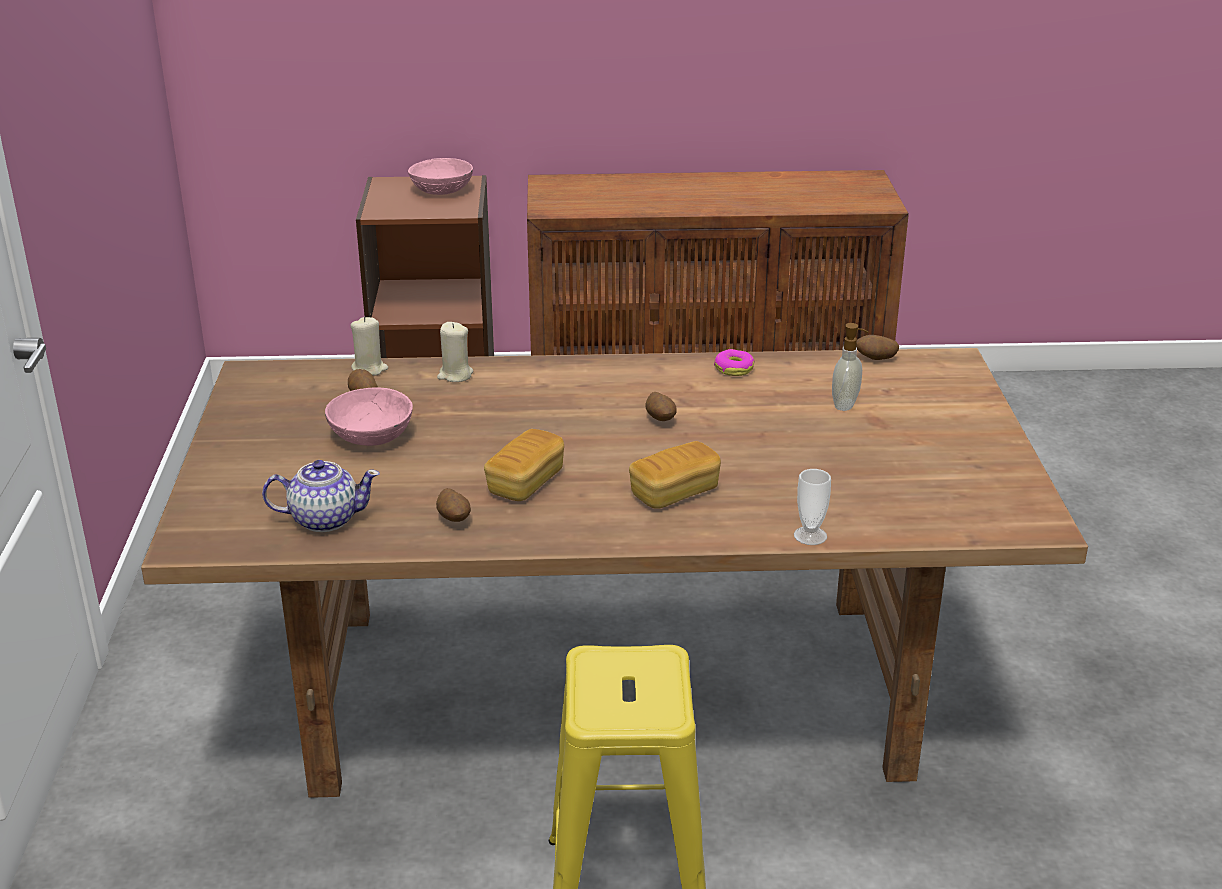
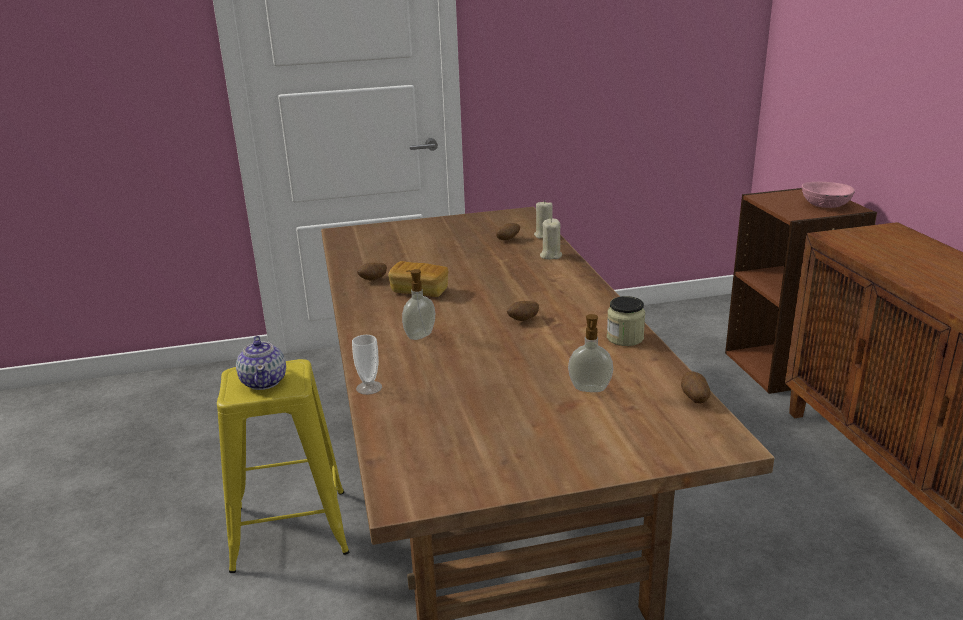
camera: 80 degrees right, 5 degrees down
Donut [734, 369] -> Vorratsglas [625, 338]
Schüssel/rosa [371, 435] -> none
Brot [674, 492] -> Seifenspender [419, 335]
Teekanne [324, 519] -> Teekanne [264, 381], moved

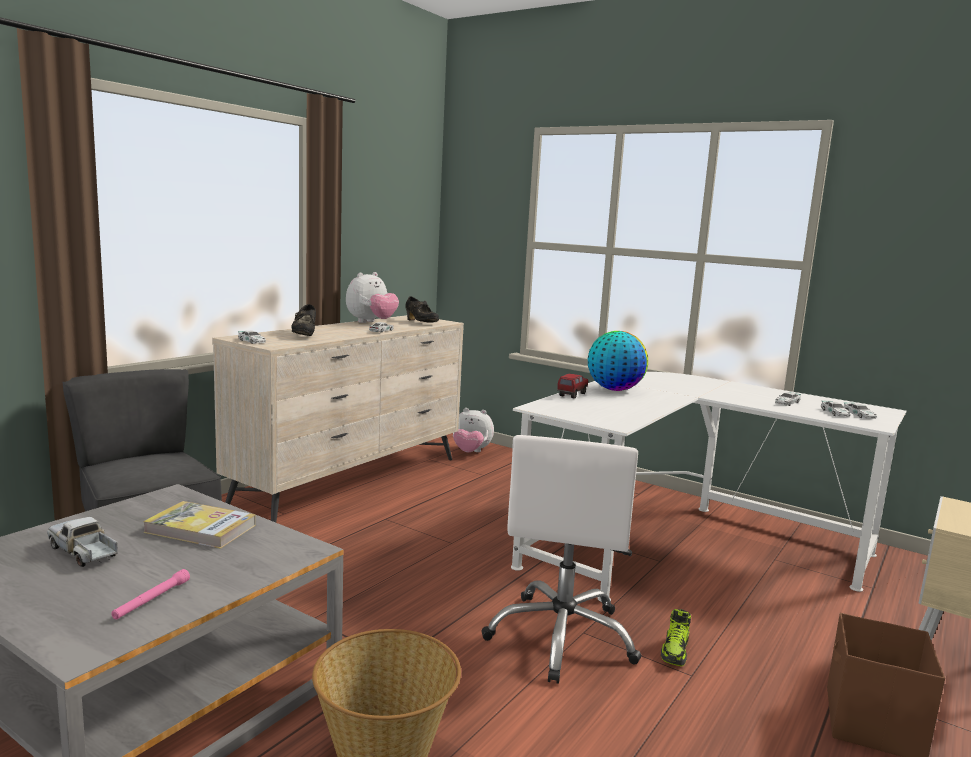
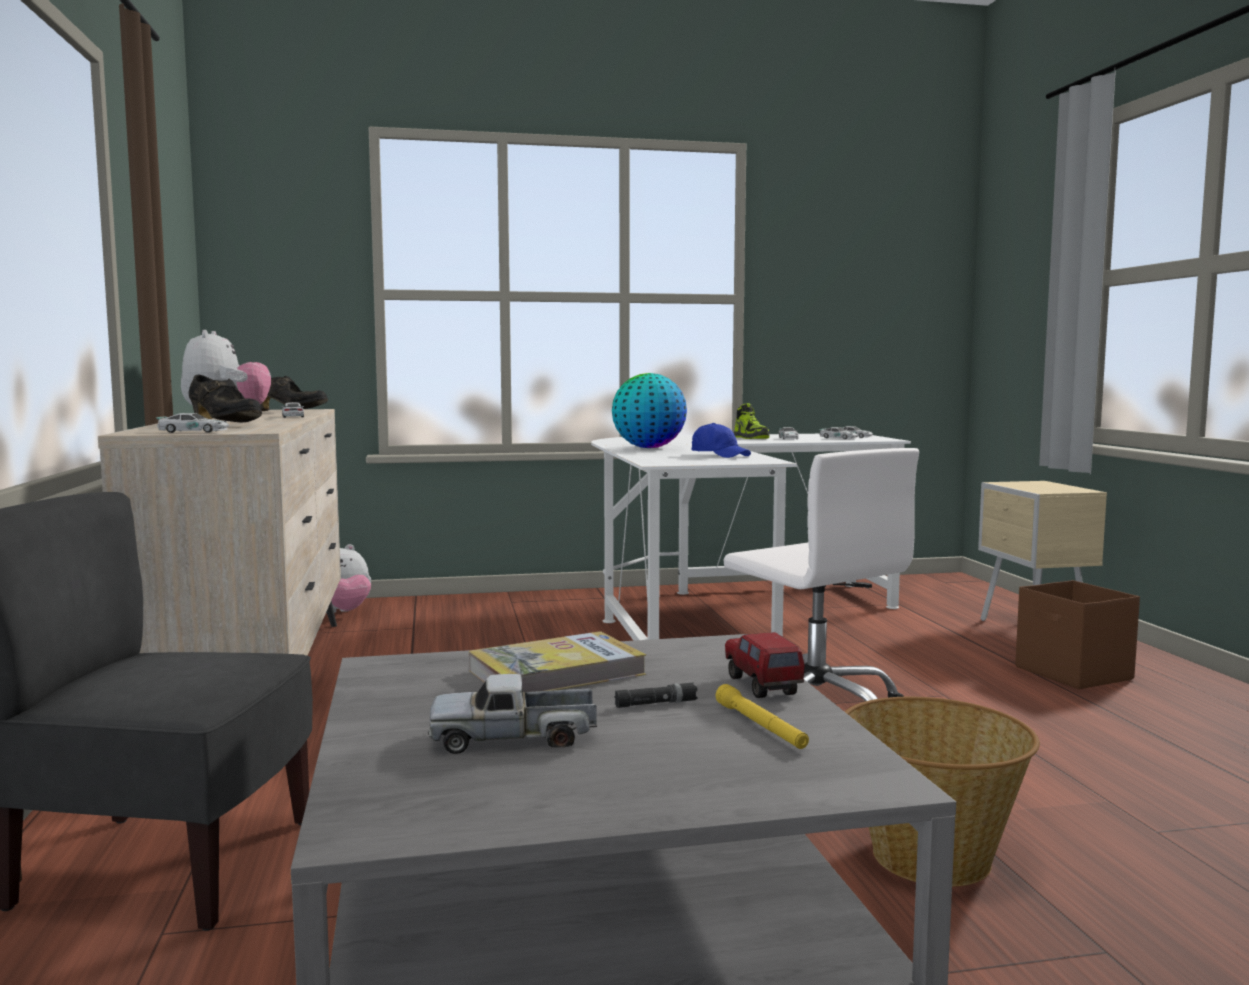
camera: 45 degrees left, 5 degrees down
Spielzeuglaster [571, 395] -> Spielzeuglaster [762, 687], moved
Taschenlampe/rosa [152, 600] -> Taschenlampe/gelb [760, 727]
Schuh [675, 651] -> Schuh [751, 438], moved
none -> Kappe/blau [720, 455]
none -> Taschenlampe/schwarz [656, 703]

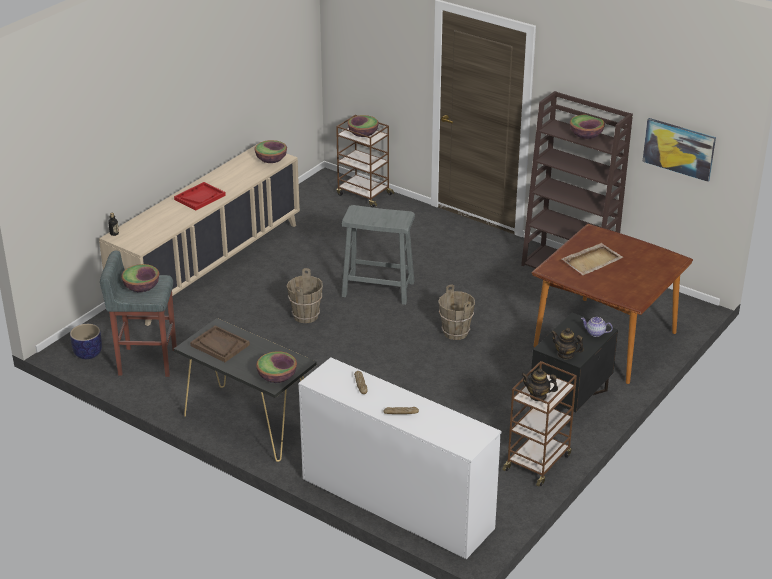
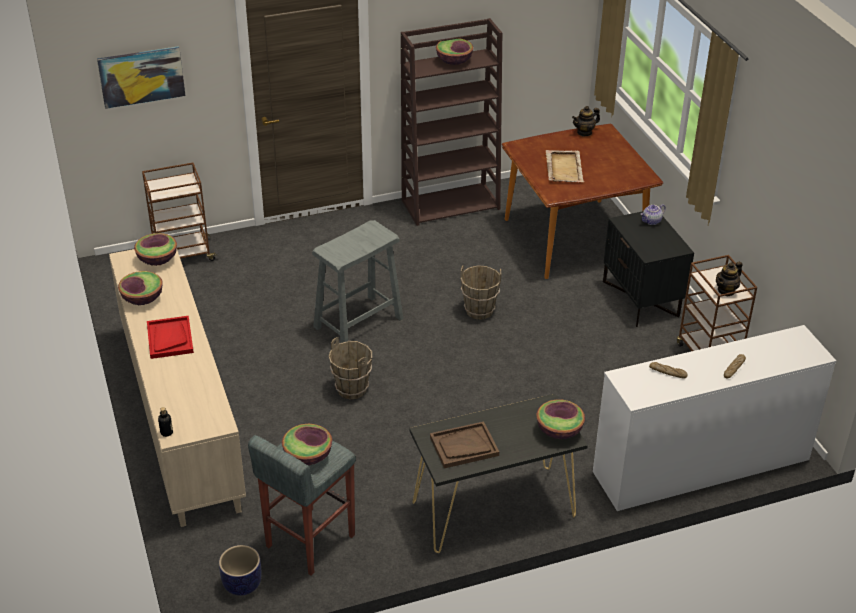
camera: 55 degrees left, 5 degrees up
Schüssel [363, 134] -> Schüssel [142, 299], moved
Bild [679, 148] -> Bild [141, 76], moved
Teekanne [565, 354] -> Teekanne [584, 132], moved

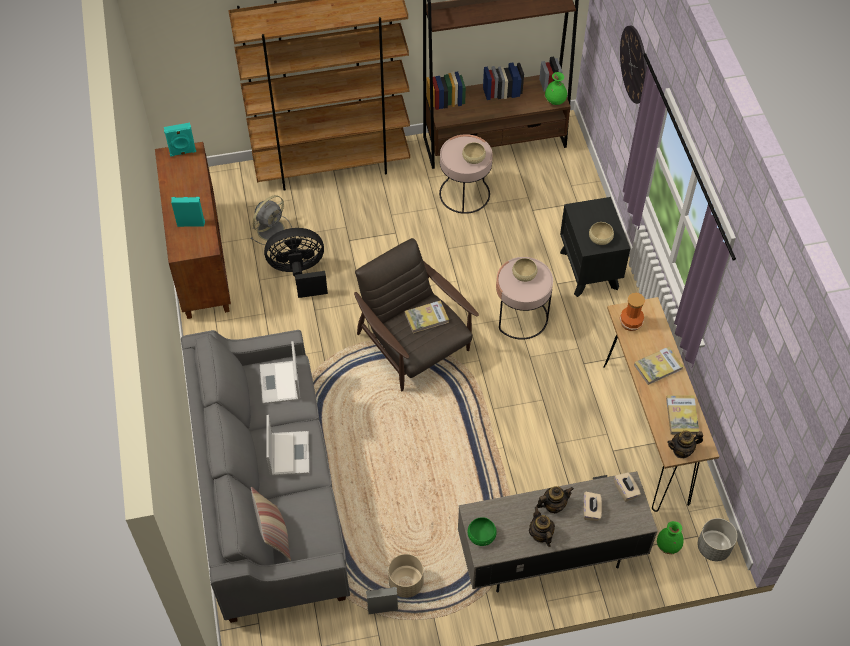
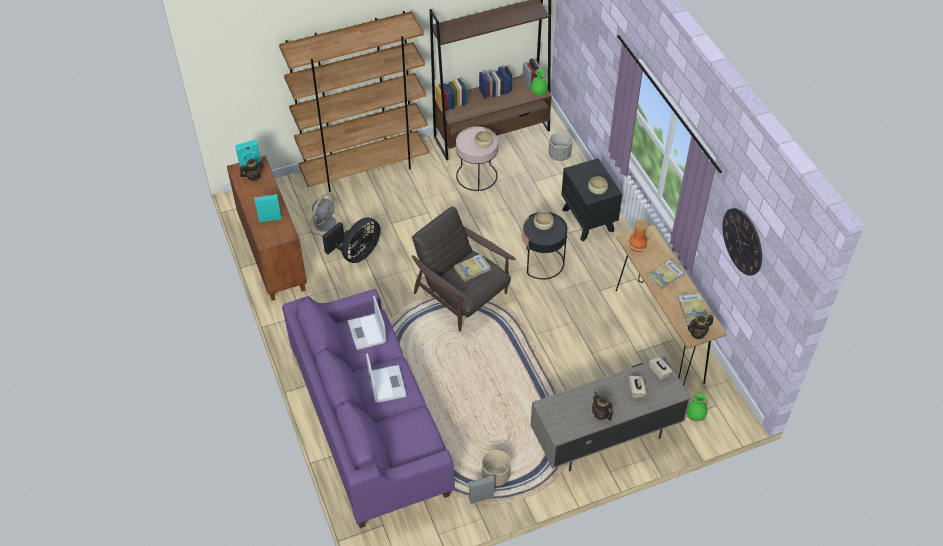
camera: 10 degrees left, 5 degrees down
Wanduhr [634, 64] -> Wanduhr [742, 241], moved
Ventilator/schwarz [299, 274] -> Ventilator/schwarz [356, 254], 150 degrees clockwise
Beistelltisch/rosa [521, 317] -> Beistelltisch/schwarz [542, 262]
Sofa/grau [270, 493] -> Sofa/lila [370, 424]
Teekanne [553, 505] -> Teekanne [254, 176], moved
Kissen [274, 536] -> none
Schüssel/grün [481, 535] -> none
Pflanzkübel/grau [713, 547] -> Pflanzkübel/grau [559, 155], moved

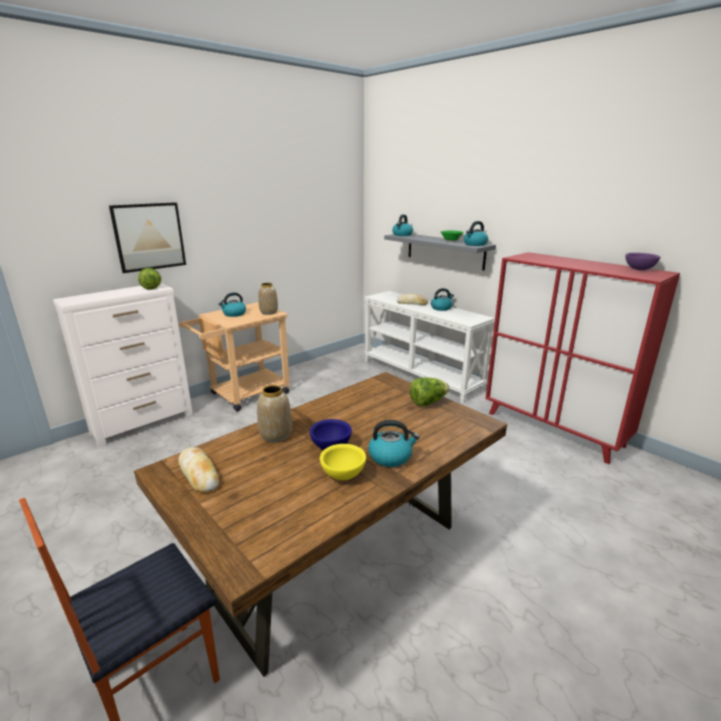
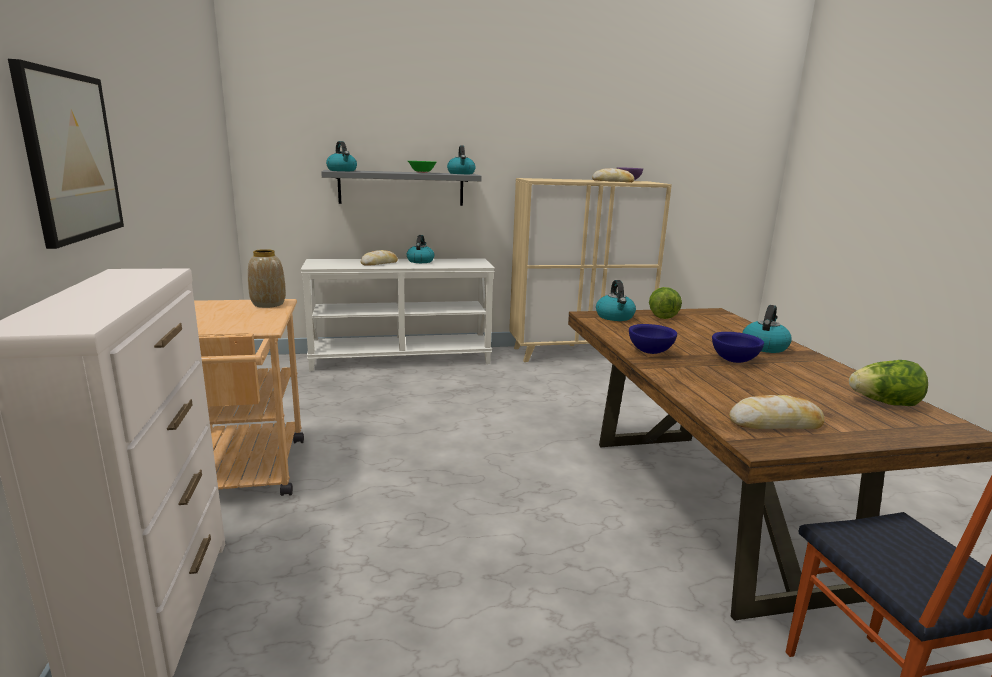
camera: 60 degrees left, 5 degrees down
Schrank/rot [553, 429] -> Schrank/beige [579, 352]
Salatkopf [151, 287] -> Salatkopf [883, 403], moved
Wasserkessel [234, 314] -> Wasserkessel [615, 317], moved
Vase [276, 435] -> none
Schüssel/gelb [343, 475] -> none
none -> Brot [612, 181]
none -> Schüssel/blau [649, 352]

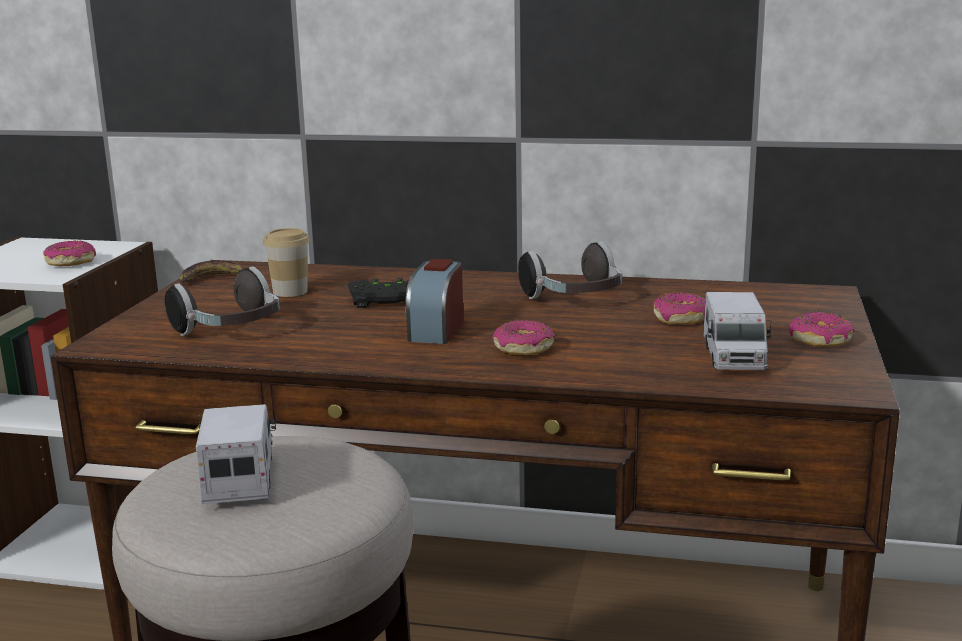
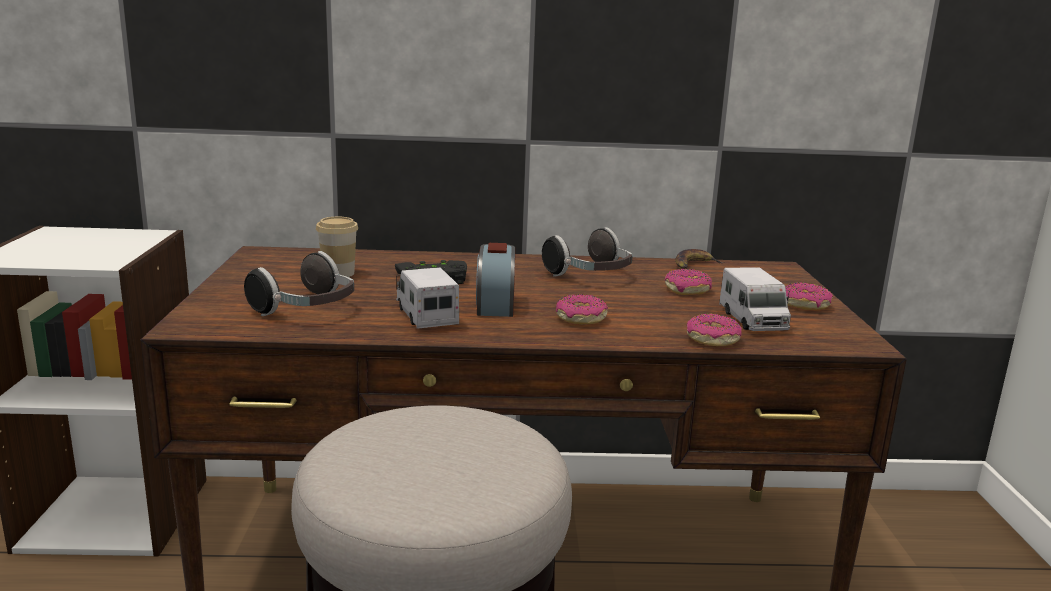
camera: 15 degrees left, 0 degrees up
Donut [70, 262] -> Donut [712, 339], moved
Banane [212, 278] -> Banane [694, 264], moved
Spielzeuglaster [240, 478] -> Spielzeuglaster [426, 316], moved

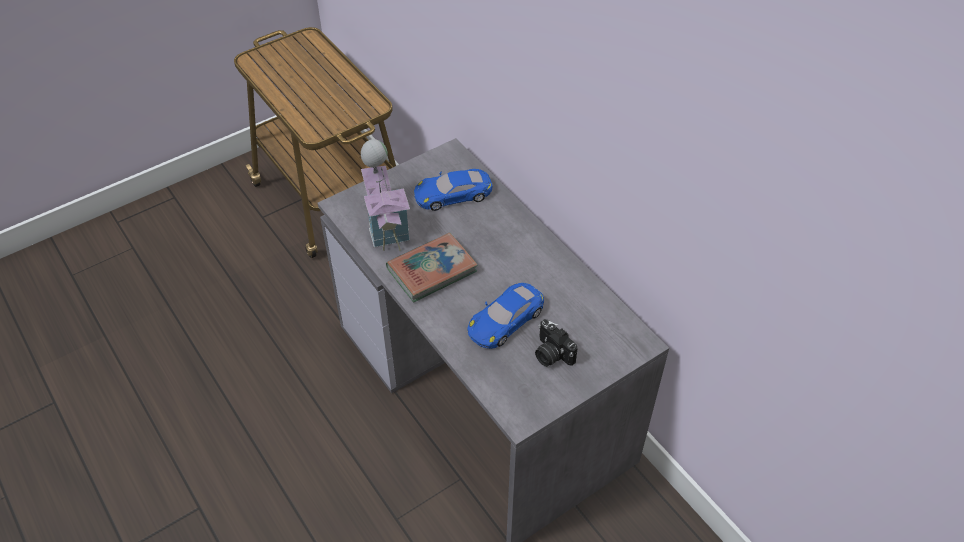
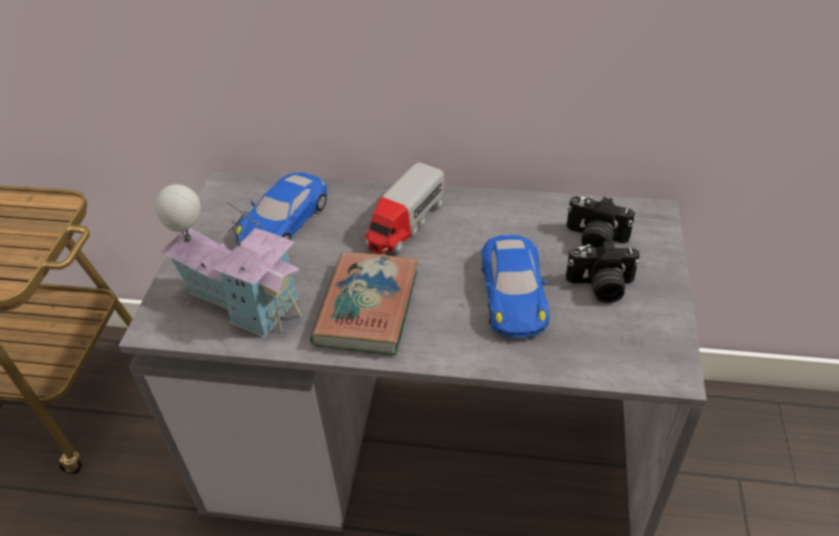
camera: 45 degrees left, 5 degrees down
none -> Spielzeuglaster [405, 223]
none -> Kamera [594, 239]

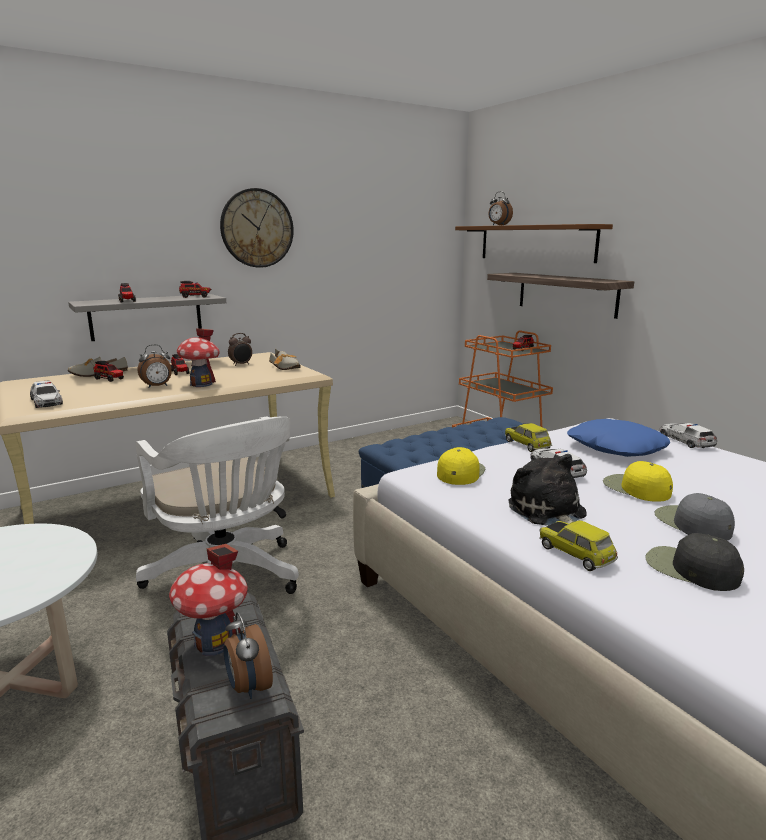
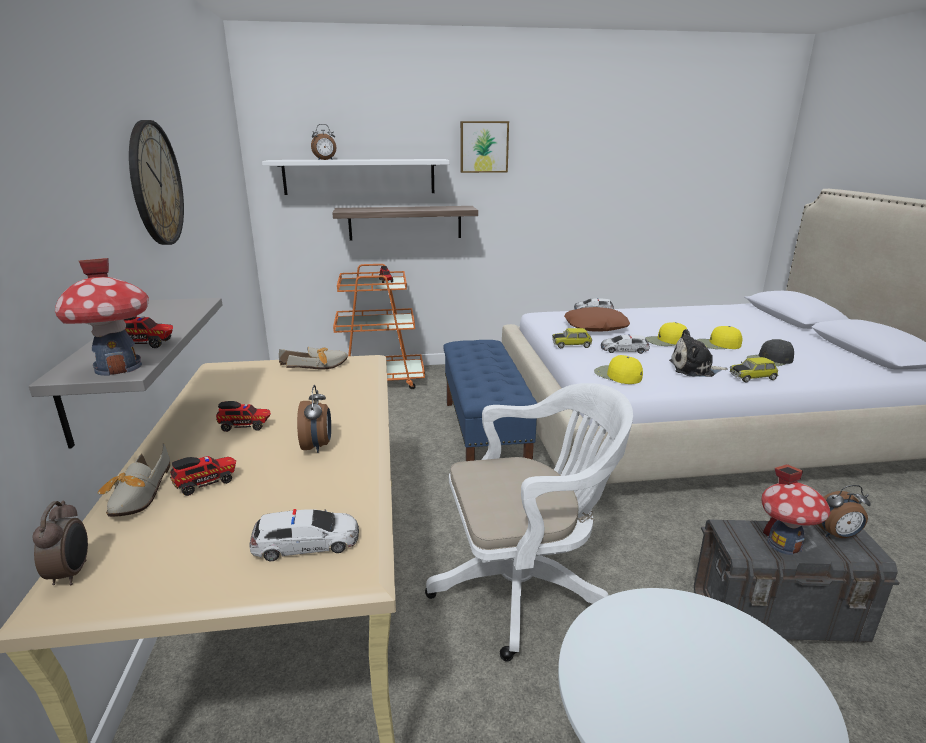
camera: 65 degrees left, 5 degrees up
Wandregal/braun [535, 243] -> Wandregal/weiß [359, 176]
Spielzeuglaster [196, 297] -> none
Spielzeughaus [201, 384] -> Spielzeughaus [119, 367], moved
Wecker [241, 364] -> Wecker [72, 573], moved
Kissen/blau [615, 447] -> Kissen/braun [595, 326]
Kappe/grau [691, 523] -> Kappe/gelb [718, 344]
none -> Bild [483, 147]

